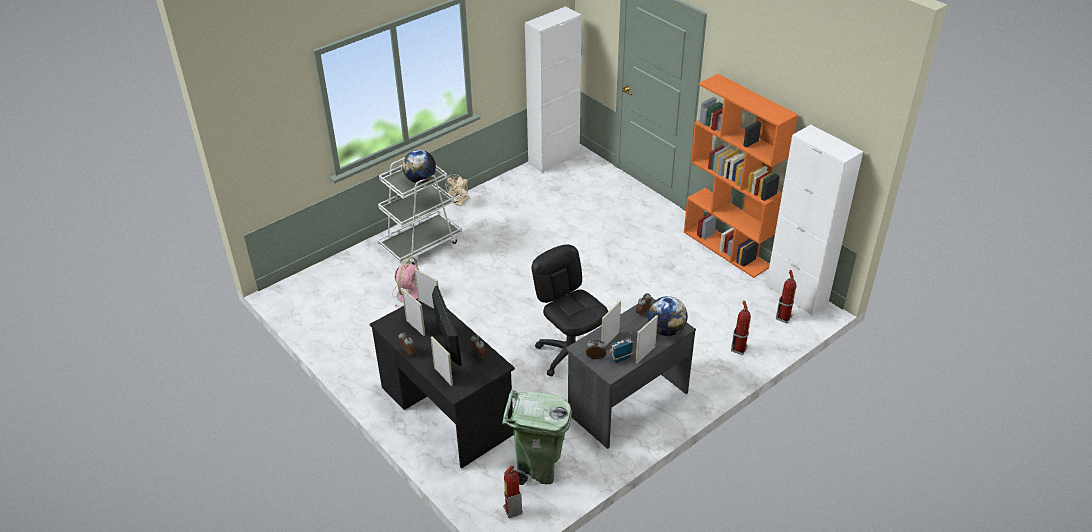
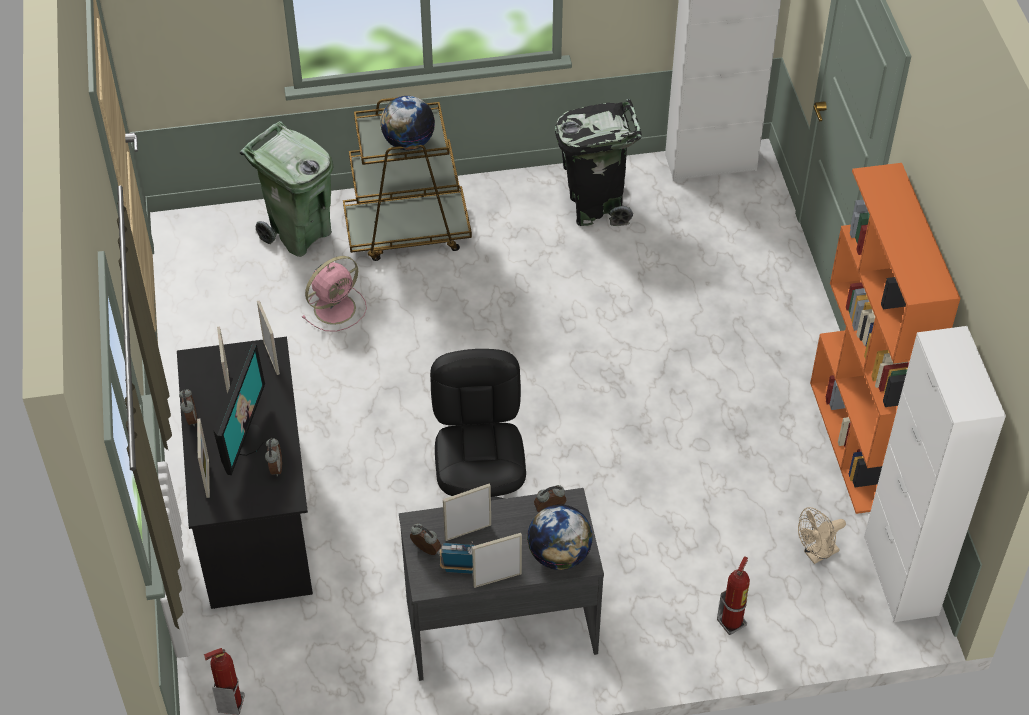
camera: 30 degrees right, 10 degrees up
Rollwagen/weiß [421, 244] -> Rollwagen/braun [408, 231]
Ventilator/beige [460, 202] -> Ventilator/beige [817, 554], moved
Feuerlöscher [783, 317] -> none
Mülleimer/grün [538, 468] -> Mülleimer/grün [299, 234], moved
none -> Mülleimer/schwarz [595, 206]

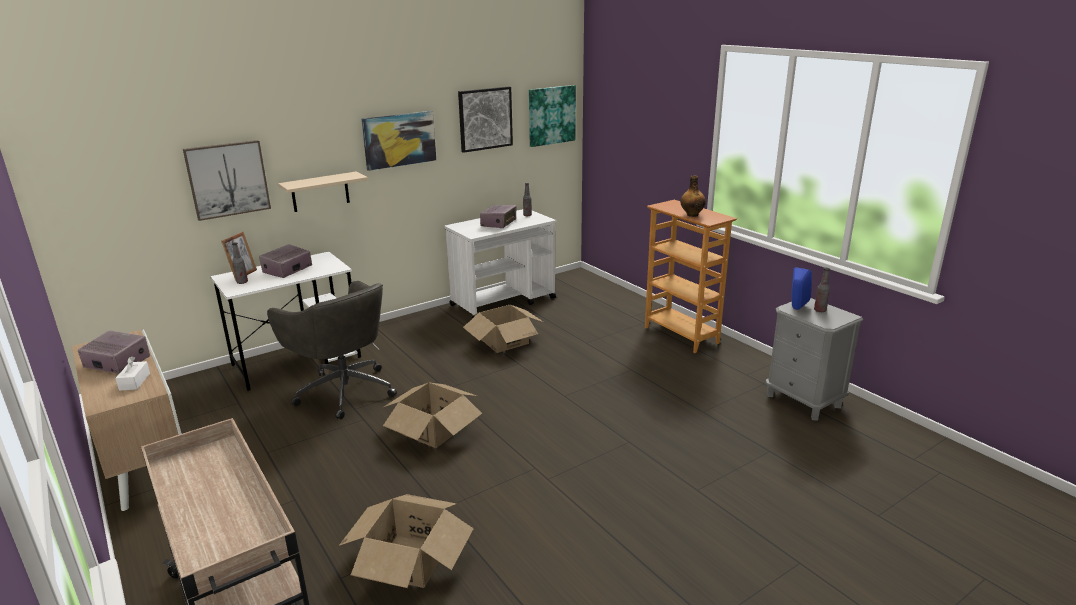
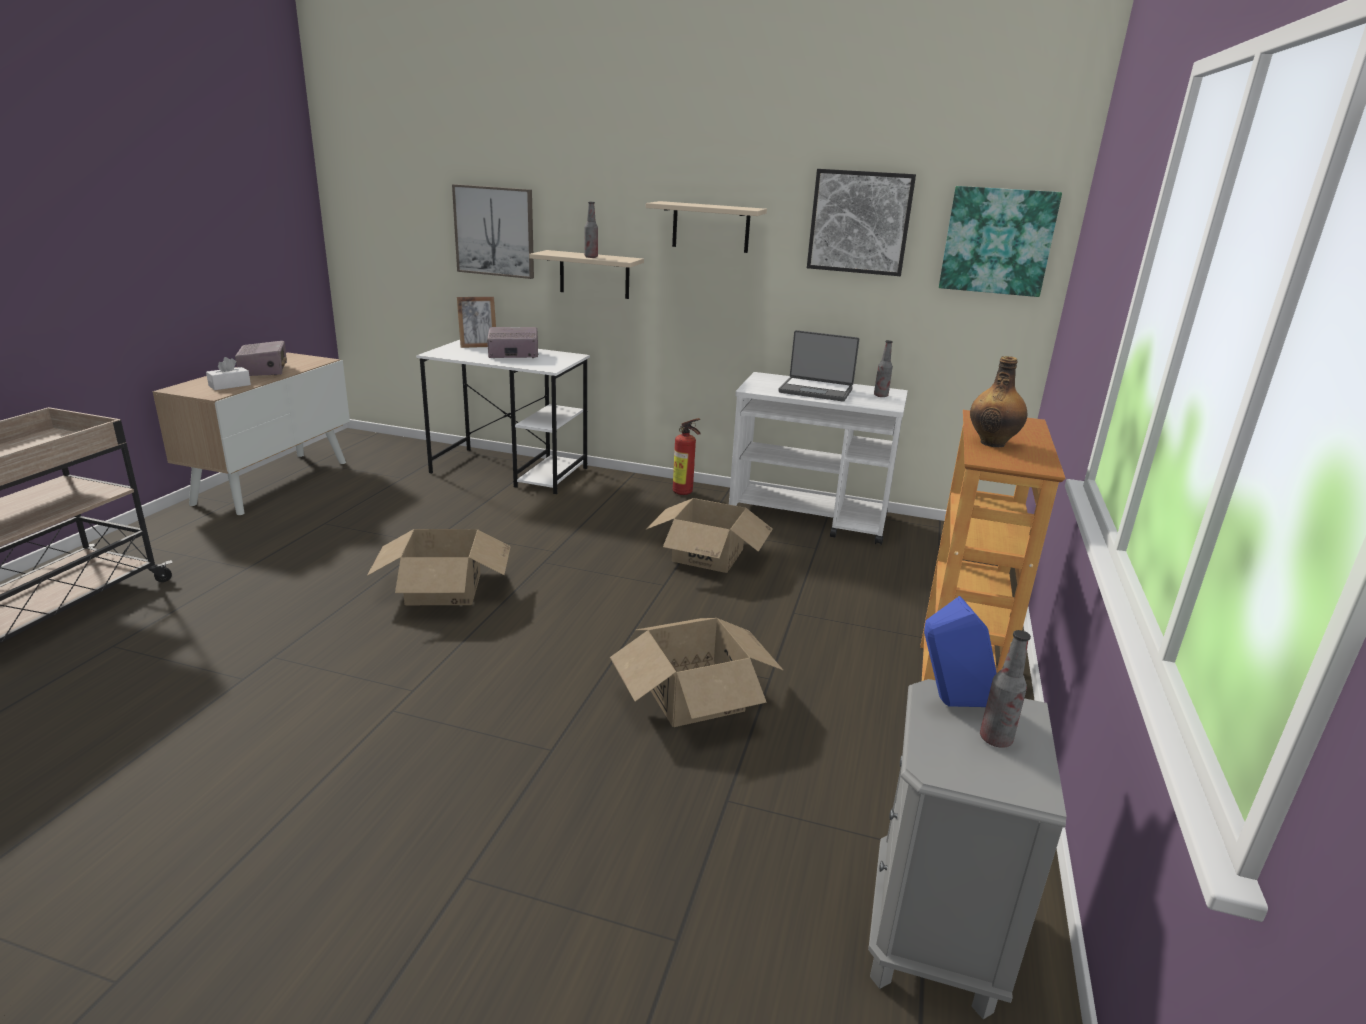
camera: 50 degrees right, 0 degrees up
Bild [399, 140] -> Wandregal/beige [711, 227]
Radio [499, 224] -> Laptop [816, 390]
Flasche [242, 282] -> Flasche [591, 257], moved
Bürostuhl/grau [344, 390] -> none
Karton [409, 560] -> Karton [693, 695], moved
none -> Feuerlöscher [684, 493]

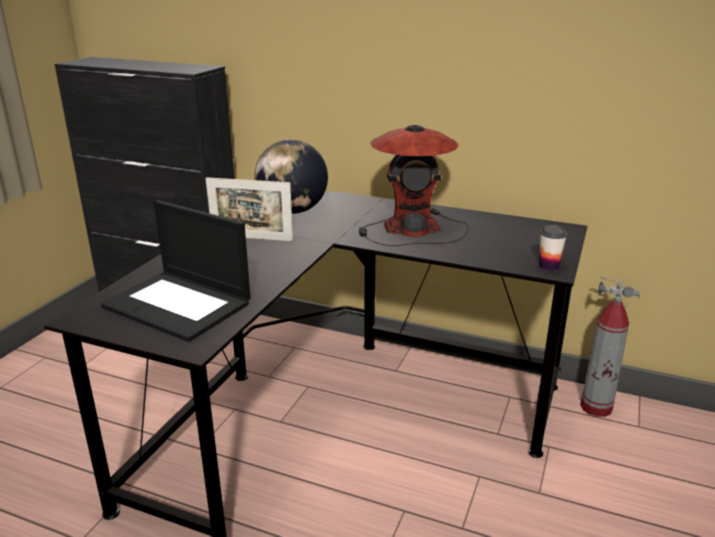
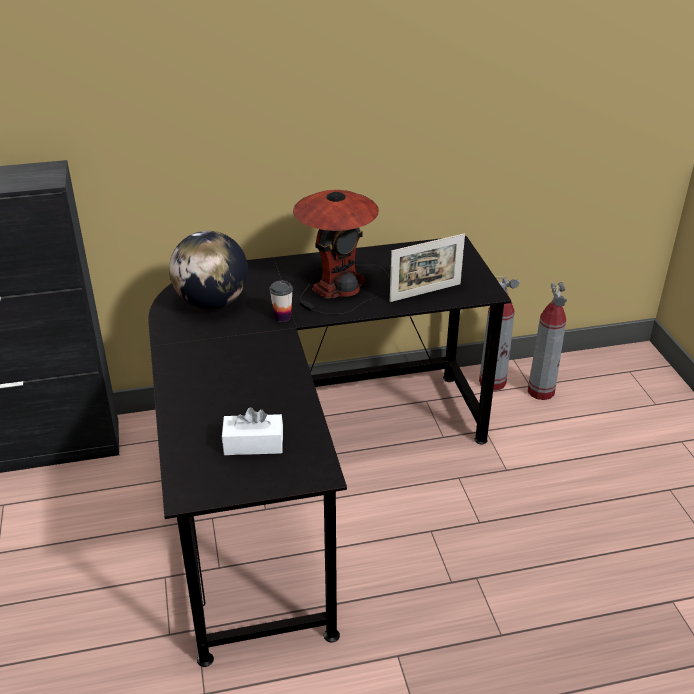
camera: 35 degrees left, 10 degrees up
Bilderrahmen [251, 238] -> Bilderrahmen [425, 292], moved
Laptop [179, 305] -> Taschentuchbox/weiß [253, 444]
Tasse [549, 266] -> Tasse [282, 316], moved
none -> Feuerlöscher [540, 391]

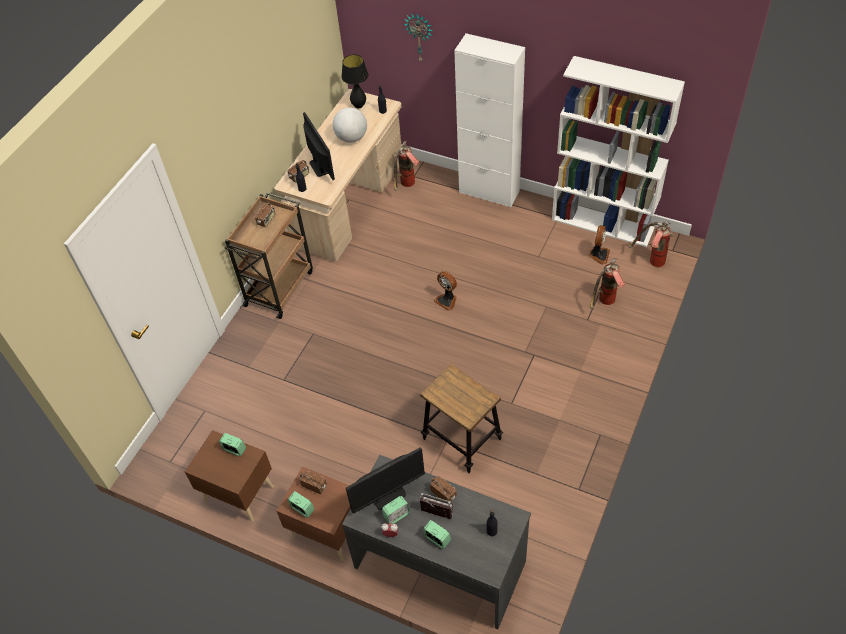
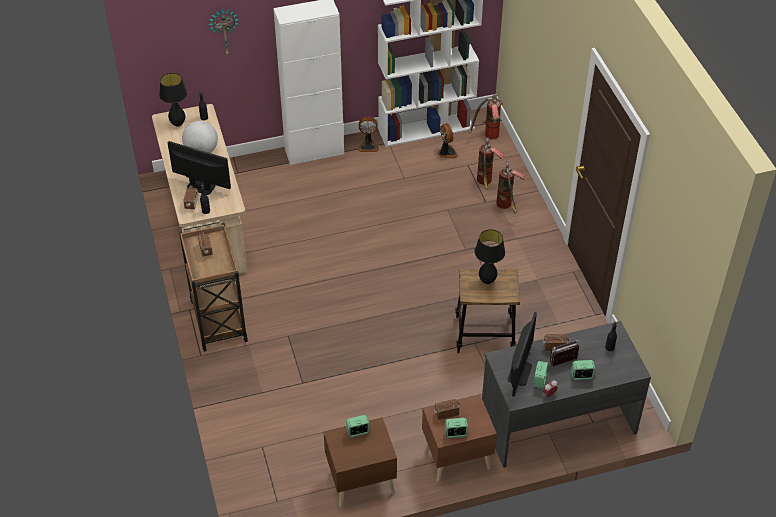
camera: 45 degrees left, 5 degrees down
Feuerlöscher [406, 186] -> Feuerlöscher [507, 207], moved
Ventilator [447, 300] -> Ventilator [368, 146], moved
none -> Tischlampe/schwarz [487, 281]

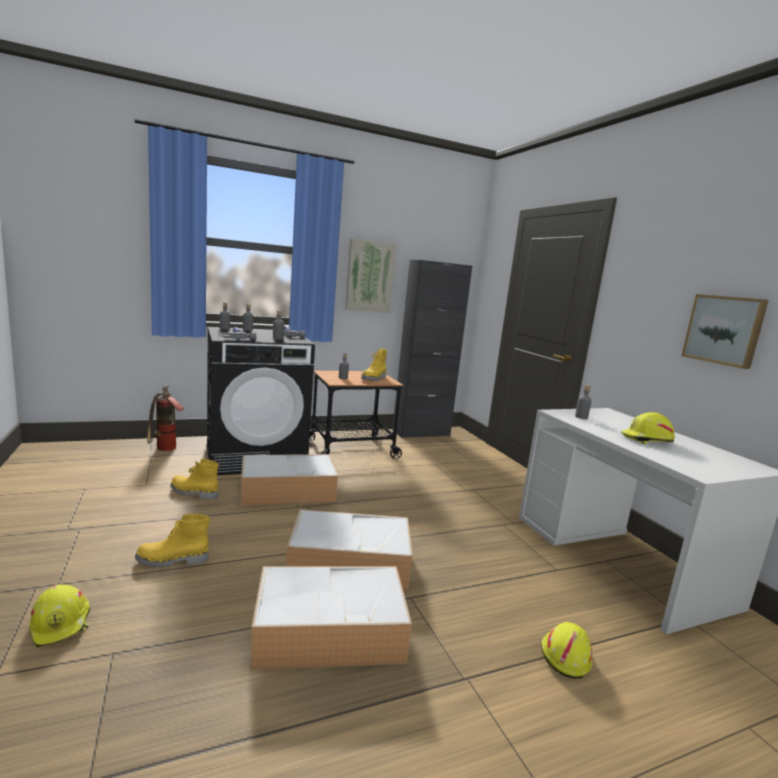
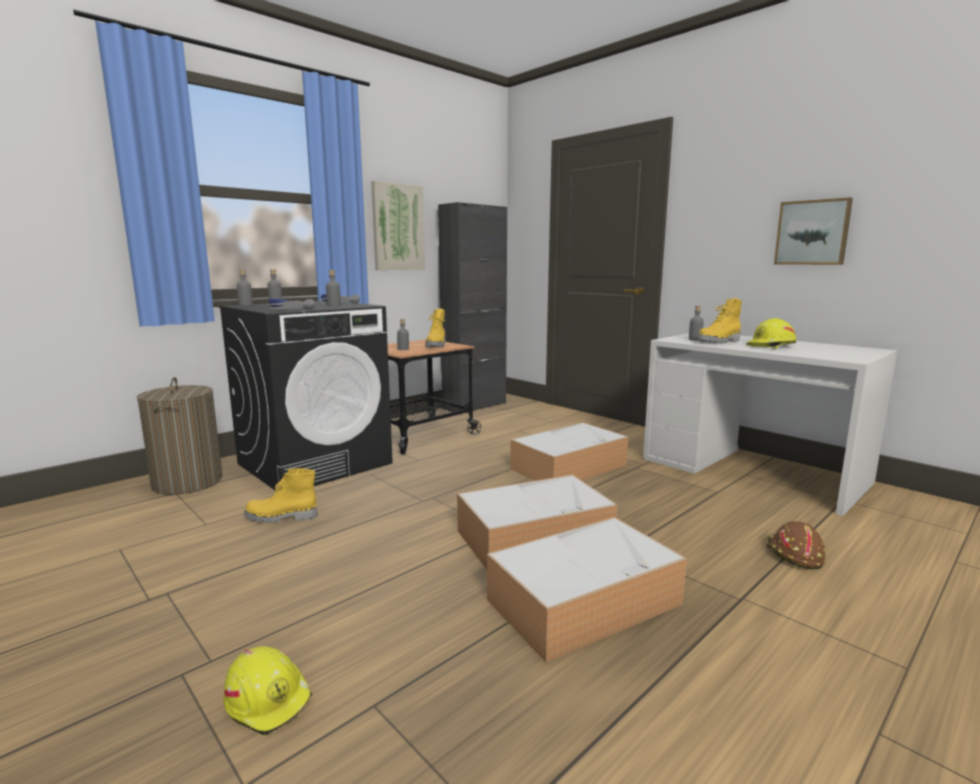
camera: 20 degrees left, 0 degrees up
Feuerlöscher [165, 450] -> Wäschekorb [187, 482]
Aufbewahrungsbox [289, 490] -> Aufbewahrungsbox [569, 467], moved
Stiefel/gelb [172, 561] -> Stiefel/gelb [719, 342], moved
Schutzhelm/gelb [564, 655] -> Schutzhelm/braun [793, 555]

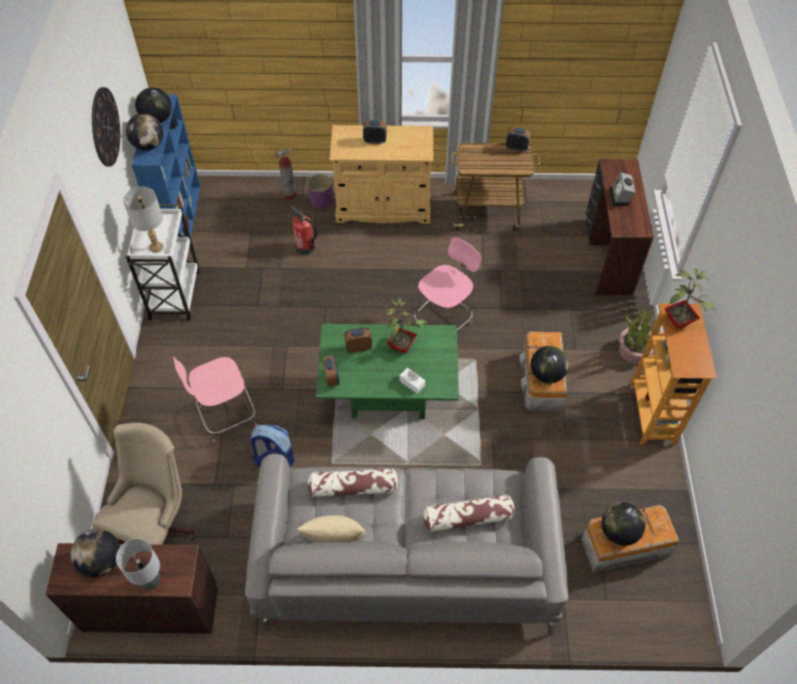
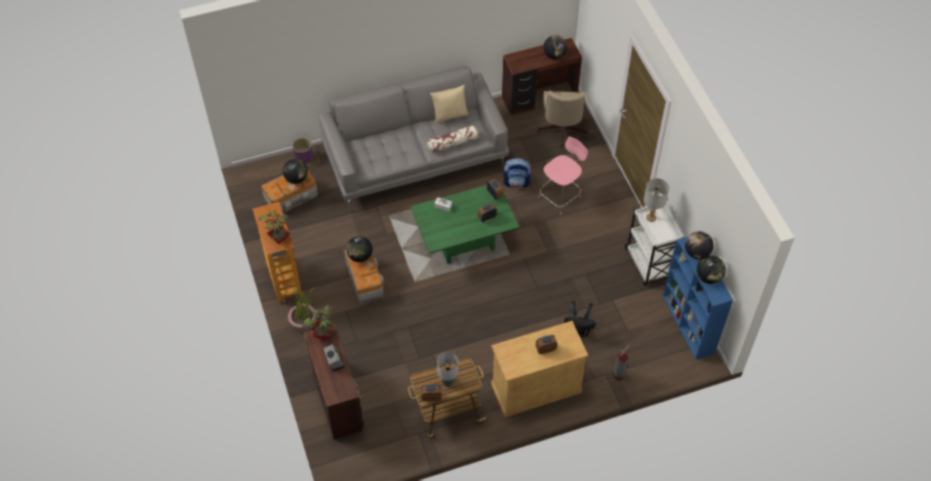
camera: 160 degrees right, 0 degrees up
Wanduhr [105, 127] -> none
Pflanzkübel/lila [321, 201] -> Pflanzkübel/lila [304, 157], moved
Feuerlöscher [305, 247] -> Rucksack/schwarz [578, 330]
Stuhl/rosa [444, 323] -> none
Topfpflanze [402, 345] -> Topfpflanze [323, 334], moved
Kissen [467, 518] -> none
Tischlampe/grau [151, 581] -> Tischlampe/grau [448, 382], moved

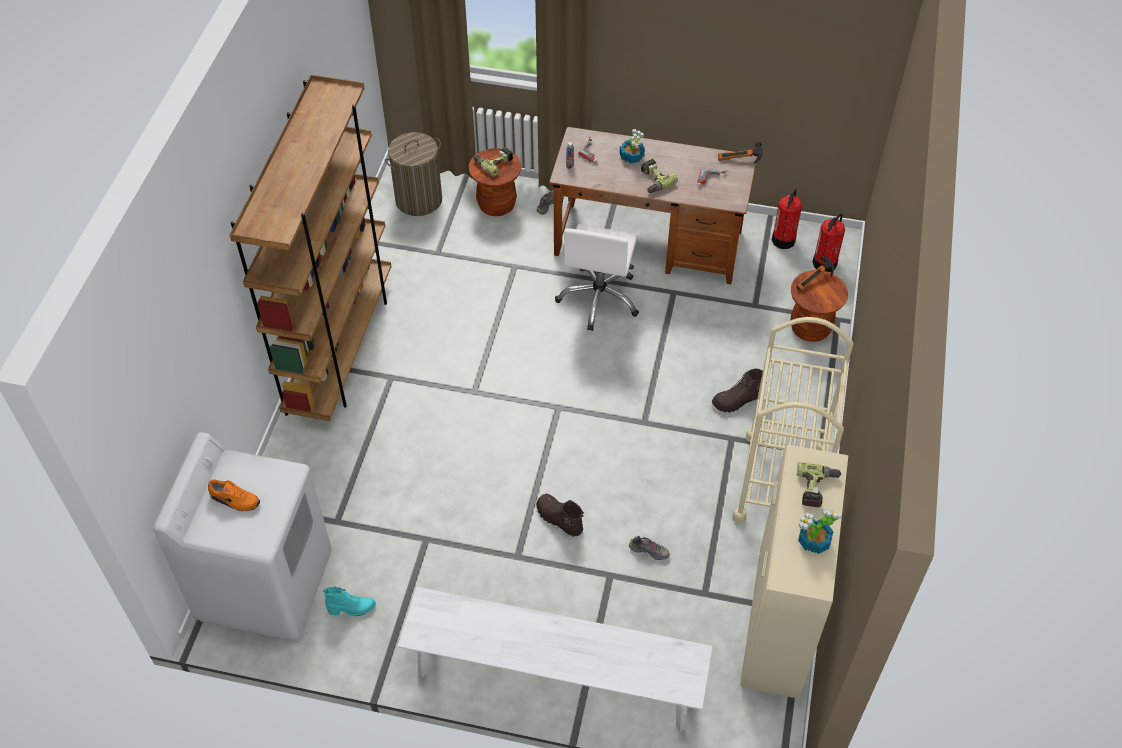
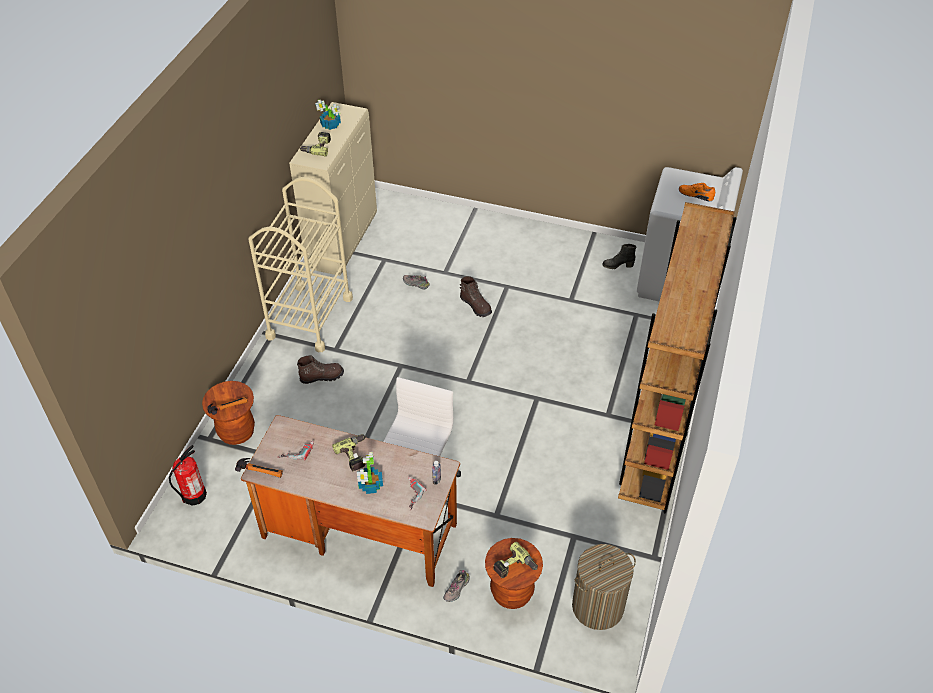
camera: 175 degrees left, 5 degrees down
Feuerlöscher [783, 240] -> none
Stiefel/türkis [352, 609] -> Stiefel/schwarz [617, 265]
Bank/weiß [555, 679] -> none

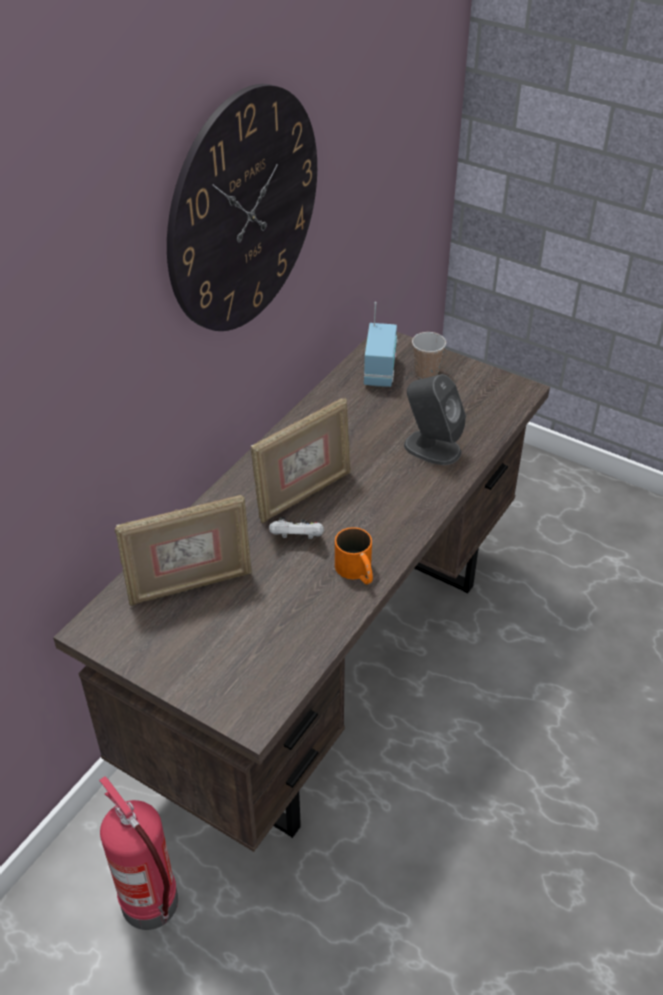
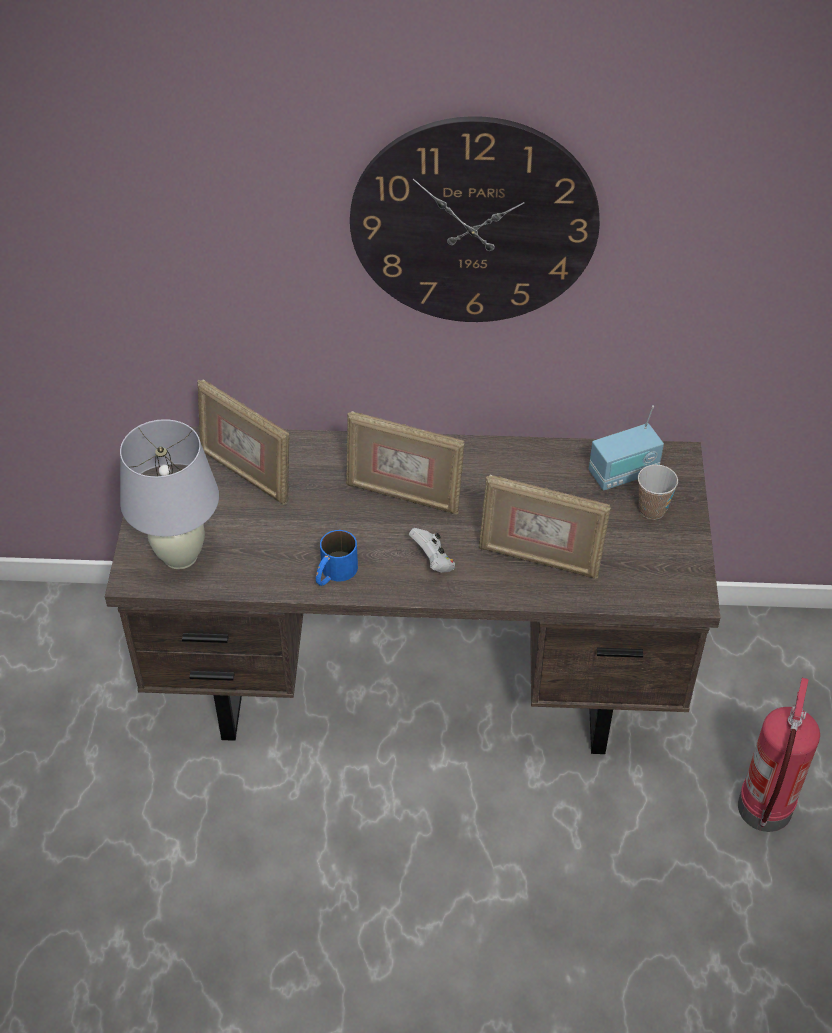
camera: 60 degrees right, 5 degrees up
Lautsprecher/grau [431, 448] -> Bilderrahmen [539, 559]
Gamepad/weiß [297, 539] -> Gamepad/weiß [433, 561], moved
Henkelbecher/orange [357, 572] -> Henkelbecher/blau [334, 573]
Feuerlöscher [152, 903] -> Feuerlöscher [765, 810], moved
none -> Tischlampe/weiß [181, 556]

